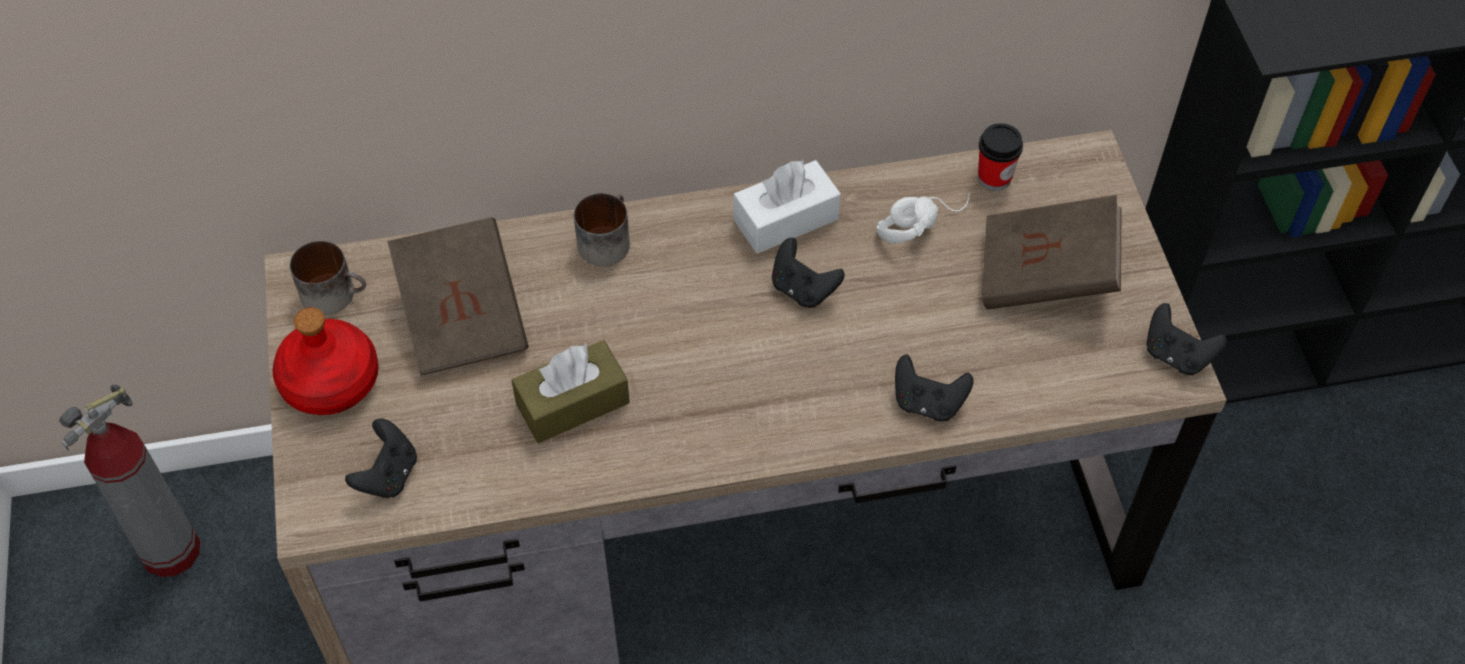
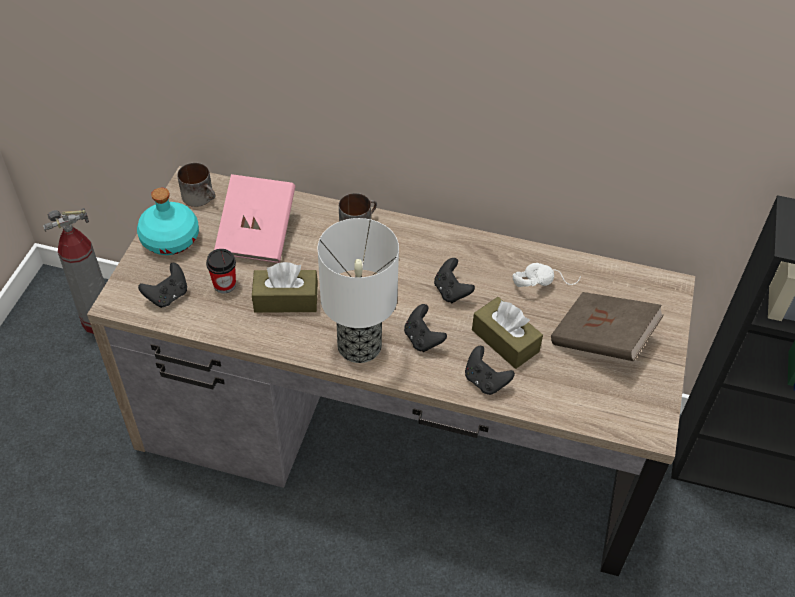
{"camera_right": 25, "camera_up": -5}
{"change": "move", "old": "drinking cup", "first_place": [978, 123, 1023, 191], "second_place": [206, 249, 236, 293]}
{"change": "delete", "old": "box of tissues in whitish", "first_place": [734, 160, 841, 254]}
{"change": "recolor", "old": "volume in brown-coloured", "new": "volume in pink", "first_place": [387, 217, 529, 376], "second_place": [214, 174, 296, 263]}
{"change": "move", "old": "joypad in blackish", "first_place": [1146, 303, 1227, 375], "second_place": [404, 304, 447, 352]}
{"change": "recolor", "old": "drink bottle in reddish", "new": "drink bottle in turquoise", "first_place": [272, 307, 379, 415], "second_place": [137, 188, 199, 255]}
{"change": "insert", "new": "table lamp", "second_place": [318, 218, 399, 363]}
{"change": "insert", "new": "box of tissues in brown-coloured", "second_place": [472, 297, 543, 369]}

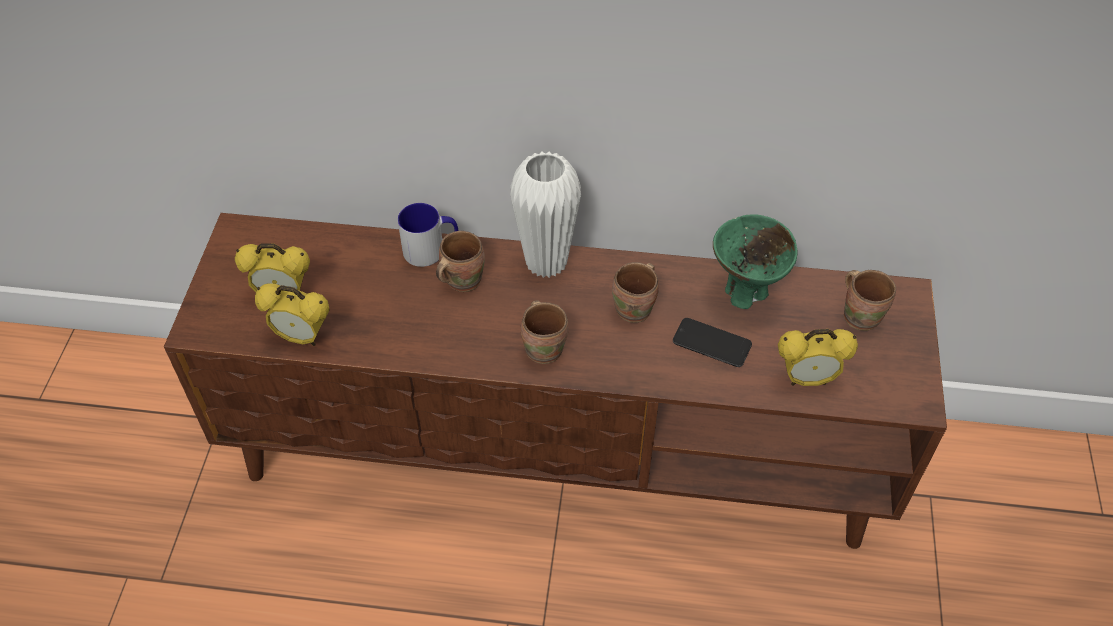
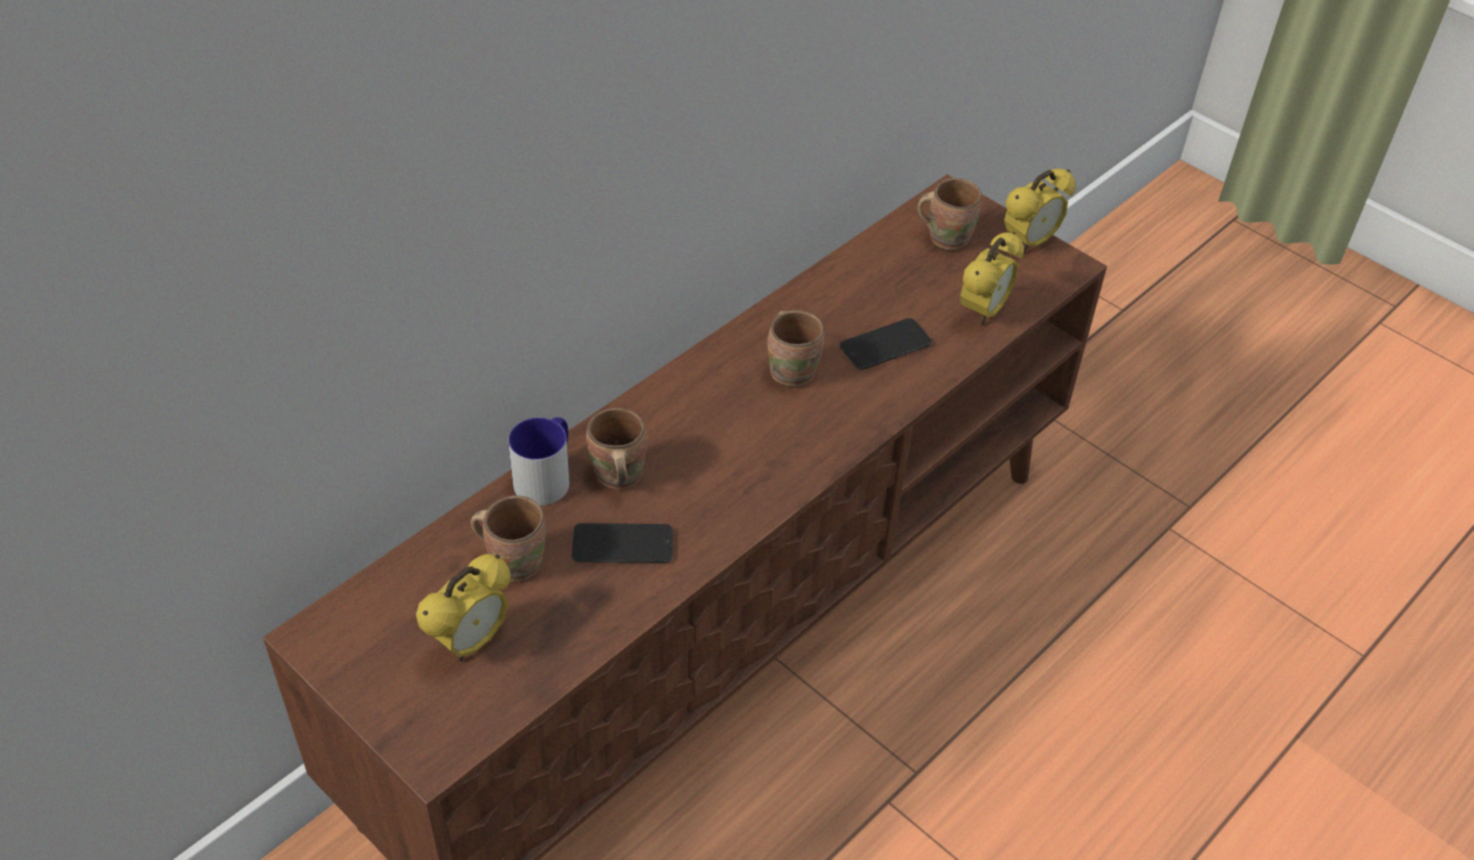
{"camera_right": -55, "camera_up": -5}
{"change": "delete", "old": "flower vase in whitish", "first_place": [510, 151, 581, 278]}
{"change": "delete", "old": "deep dish in green-coloured", "first_place": [713, 214, 798, 309]}
{"change": "move", "old": "table clock", "first_place": [255, 283, 329, 346], "second_place": [1004, 169, 1076, 252]}
{"change": "move", "old": "mug in brown-coloured", "first_place": [521, 300, 569, 364], "second_place": [471, 495, 546, 582]}
{"change": "insert", "new": "phone", "second_place": [572, 523, 673, 563]}

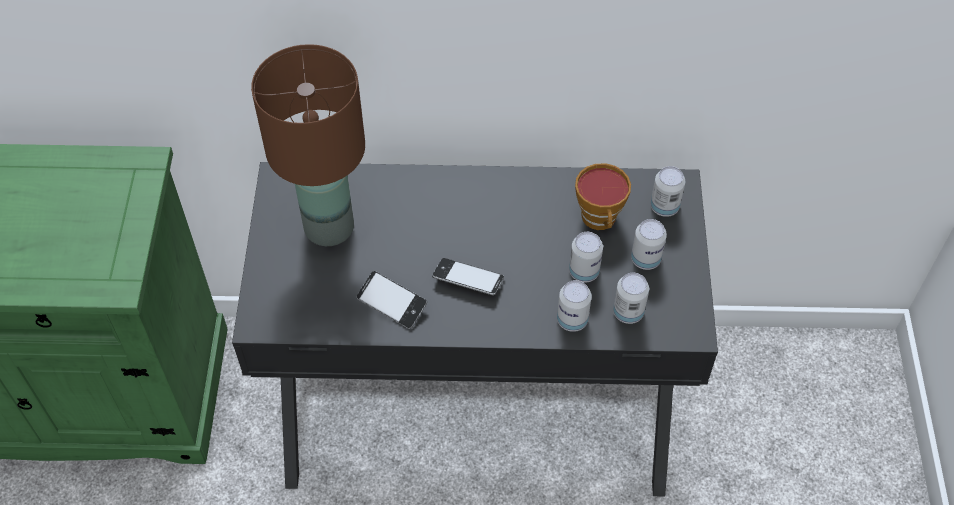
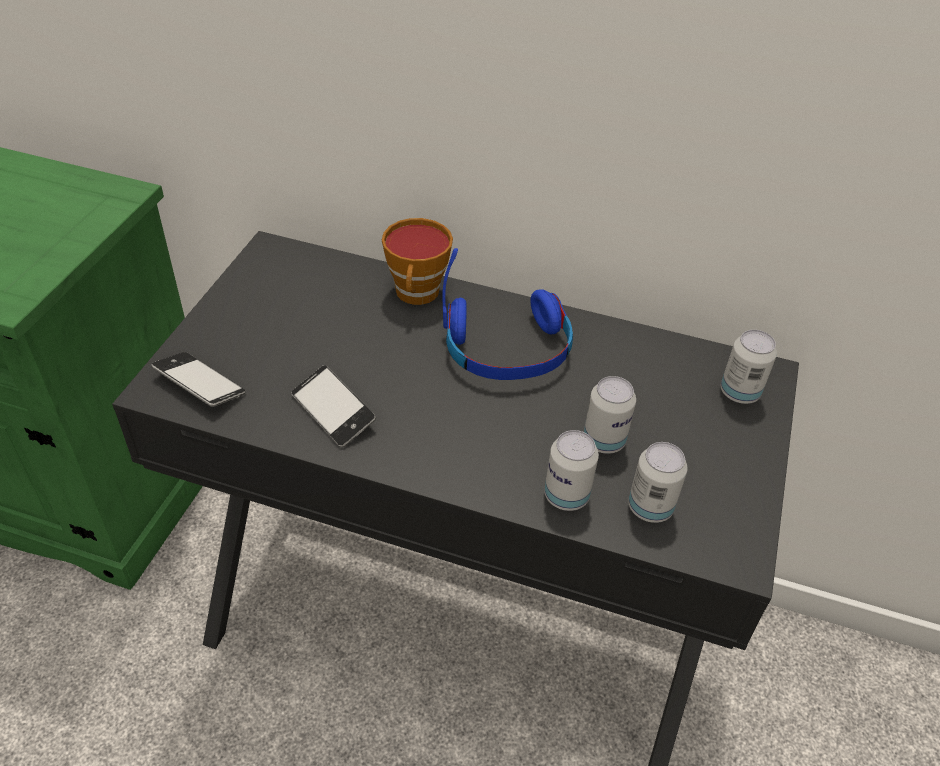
{"camera_right": 15, "camera_up": -10}
{"change": "delete", "old": "table lamp in brown-coloured", "first_place": [251, 44, 365, 246]}
{"change": "move", "old": "drinking cup", "first_place": [575, 163, 631, 230], "second_place": [382, 218, 453, 305]}
{"change": "delete", "old": "metal can", "first_place": [631, 219, 667, 270]}
{"change": "move", "old": "phone", "first_place": [432, 258, 504, 295], "second_place": [151, 352, 245, 407]}
{"change": "insert", "new": "pair of headphones in blue", "second_place": [442, 248, 573, 380]}

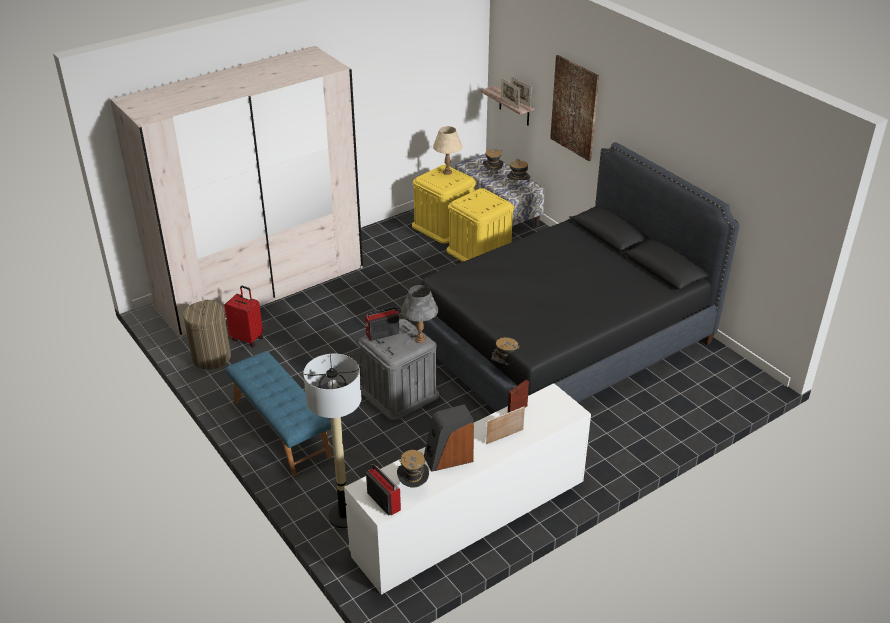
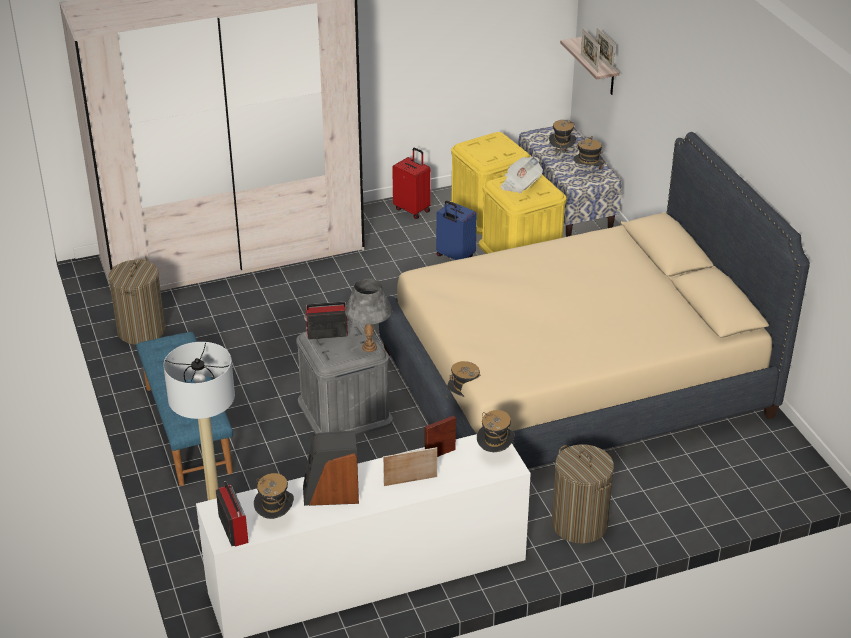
{"camera_right": 15, "camera_up": 0}
{"change": "delete", "old": "wall art", "first_place": [550, 55, 599, 161]}
{"change": "delete", "old": "table lamp in sand-coloured", "first_place": [433, 126, 462, 175]}
{"change": "recolor", "old": "bedroom bed in blackish", "new": "bedroom bed in sand-coloured", "first_place": [406, 142, 740, 412], "second_place": [379, 132, 810, 469]}
{"change": "move", "old": "suitcase in reddish", "first_place": [224, 286, 263, 347], "second_place": [392, 148, 431, 219]}
{"change": "insert", "new": "printed paper", "second_place": [501, 157, 543, 193]}
{"change": "insert", "new": "suitcase in blue", "second_place": [436, 201, 477, 260]}
{"change": "insert", "new": "wearable hat", "second_place": [477, 410, 515, 452]}
{"change": "insert", "new": "washing basket", "second_place": [552, 444, 614, 544]}

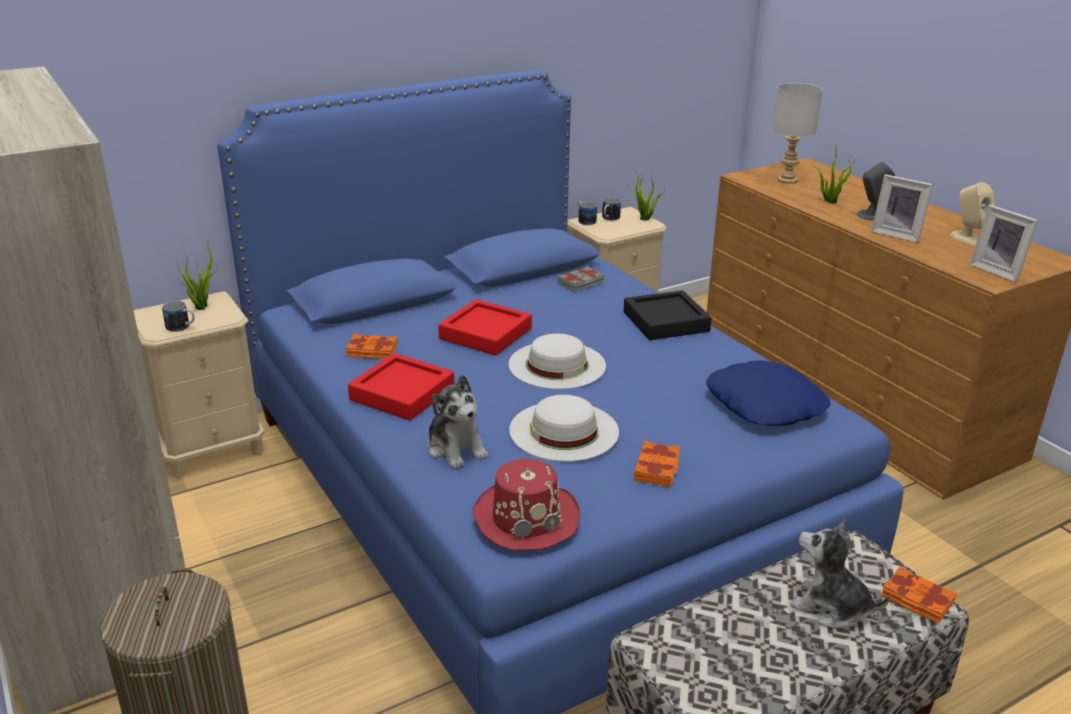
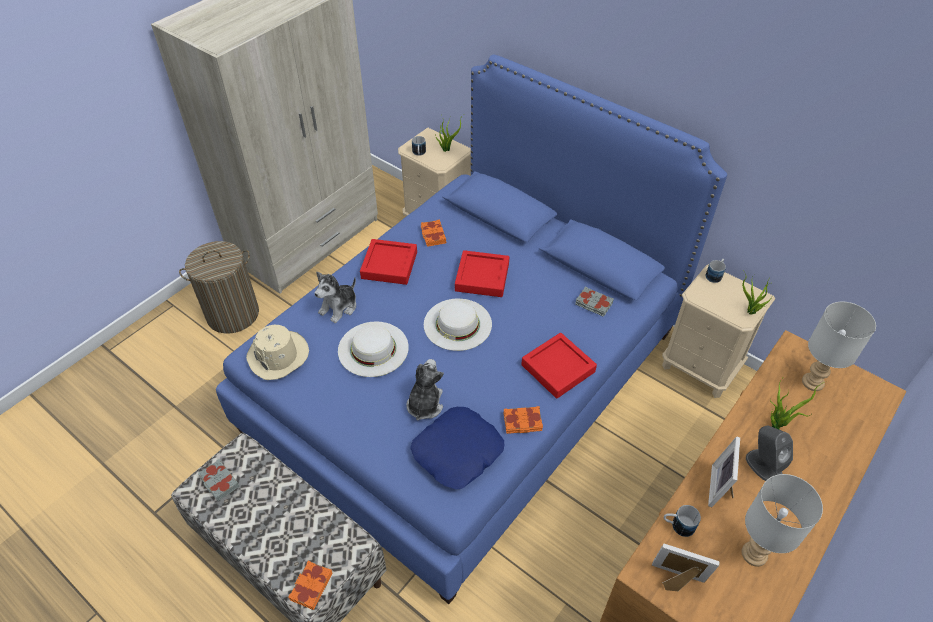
{"camera_right": 70, "camera_up": 20}
{"change": "replace", "old": "speaker in sand-coloured", "new": "table lamp in grey", "first_place": [950, 182, 995, 246], "second_place": [741, 474, 823, 567]}
{"change": "move", "old": "mug", "first_place": [602, 197, 621, 221], "second_place": [664, 505, 701, 537]}
{"change": "rotate", "old": "standing frame", "first_place": [970, 205, 1039, 282], "second_place": [652, 544, 720, 591], "degrees": 75}
{"change": "recolor", "old": "serving tray in blackish", "new": "serving tray in reddish", "first_place": [624, 290, 712, 340], "second_place": [521, 333, 597, 399]}
{"change": "move", "old": "volume in orange", "first_place": [634, 441, 680, 487], "second_place": [504, 406, 543, 434]}
{"change": "recolor", "old": "wearable hat in reddish", "new": "wearable hat in sand-coloured", "first_place": [473, 459, 580, 551], "second_place": [246, 325, 309, 380]}
{"change": "move", "old": "cuddly toy", "first_place": [791, 519, 890, 629], "second_place": [406, 359, 444, 421]}
{"change": "insert", "new": "volume in grey", "second_place": [198, 459, 239, 501]}

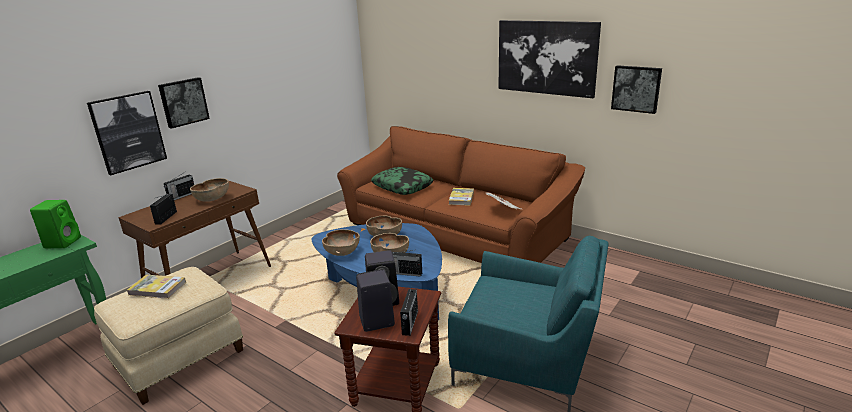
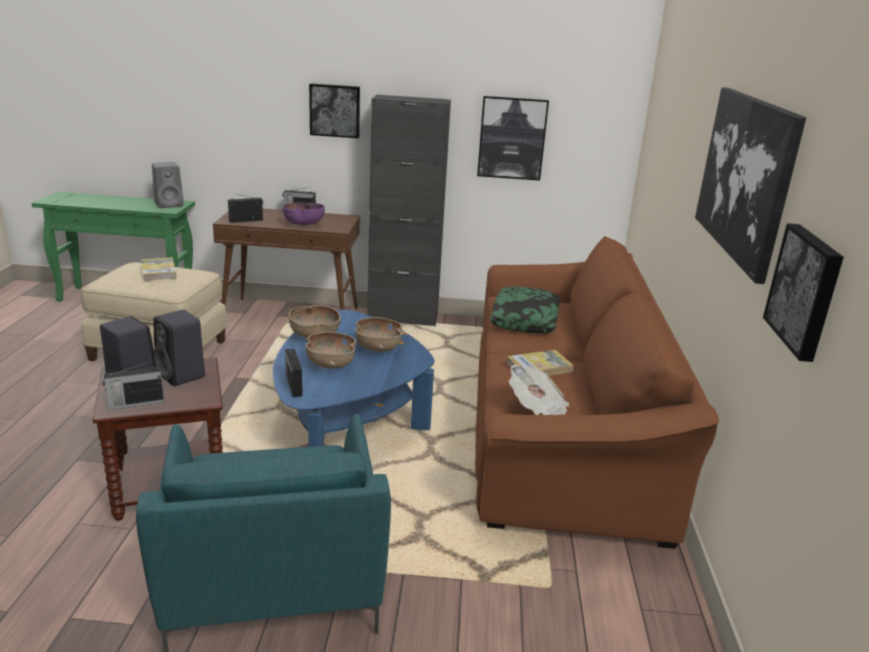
{"camera_right": 55, "camera_up": 0}
{"change": "move", "old": "wall art", "first_place": [87, 91, 167, 175], "second_place": [477, 96, 549, 181]}
{"change": "recolor", "old": "deep dish in brown-coloured", "new": "deep dish in purple-coloured", "first_place": [190, 178, 229, 202], "second_place": [283, 203, 325, 225]}
{"change": "recolor", "old": "speaker in green-coloured", "new": "speaker in grey", "first_place": [30, 200, 81, 248], "second_place": [152, 162, 184, 208]}
{"change": "insert", "new": "cabinet in blackish", "second_place": [367, 95, 451, 326]}

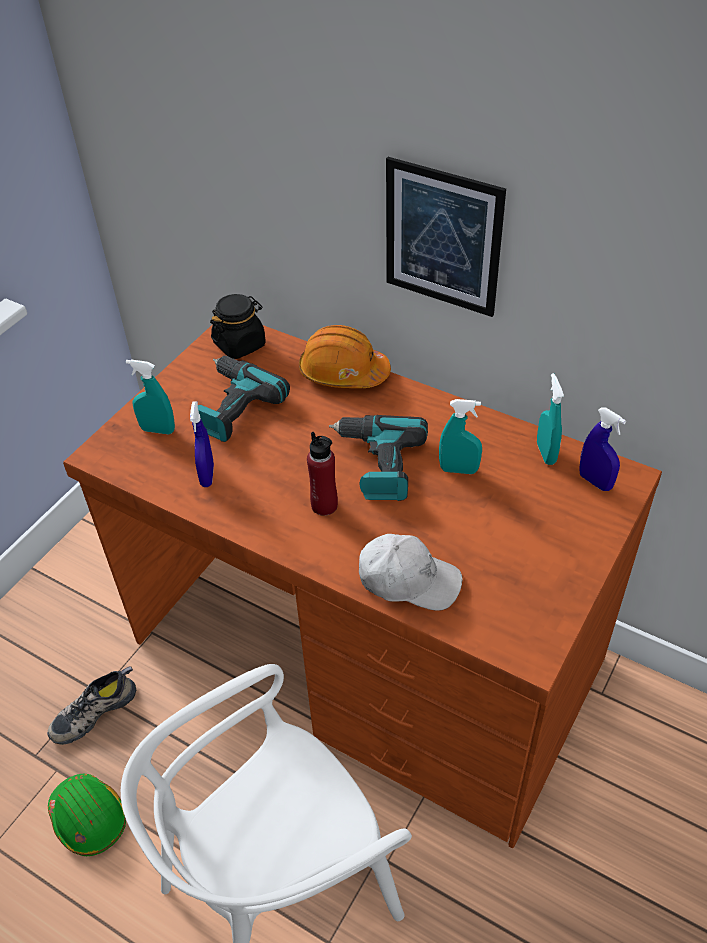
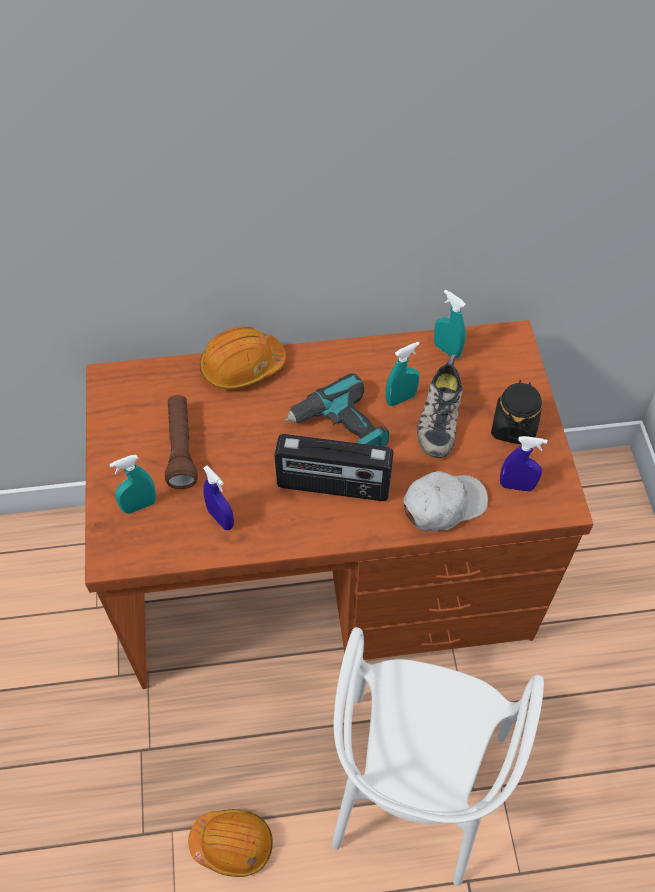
{"camera_right": -40, "camera_up": 10}
{"change": "delete", "old": "wall art", "first_place": [386, 157, 506, 317]}
{"change": "move", "old": "preserve jar in blackish", "first_place": [210, 294, 266, 359], "second_place": [491, 380, 542, 445]}
{"change": "replace", "old": "power drill", "new": "hand torch in brown-coloured", "first_place": [198, 356, 290, 442], "second_place": [165, 395, 198, 489]}
{"change": "move", "old": "spray bottle in blue", "first_place": [579, 407, 626, 491], "second_place": [500, 436, 548, 492]}
{"change": "replace", "old": "drink bottle in reddish", "new": "radio set", "first_place": [307, 432, 338, 516], "second_place": [274, 434, 393, 501]}
{"change": "move", "old": "low shoe", "first_place": [47, 666, 136, 745], "second_place": [417, 354, 463, 458]}
{"change": "recolor", "old": "work helmet in green-coloured", "new": "work helmet in orange", "first_place": [48, 774, 126, 856], "second_place": [188, 809, 273, 877]}

